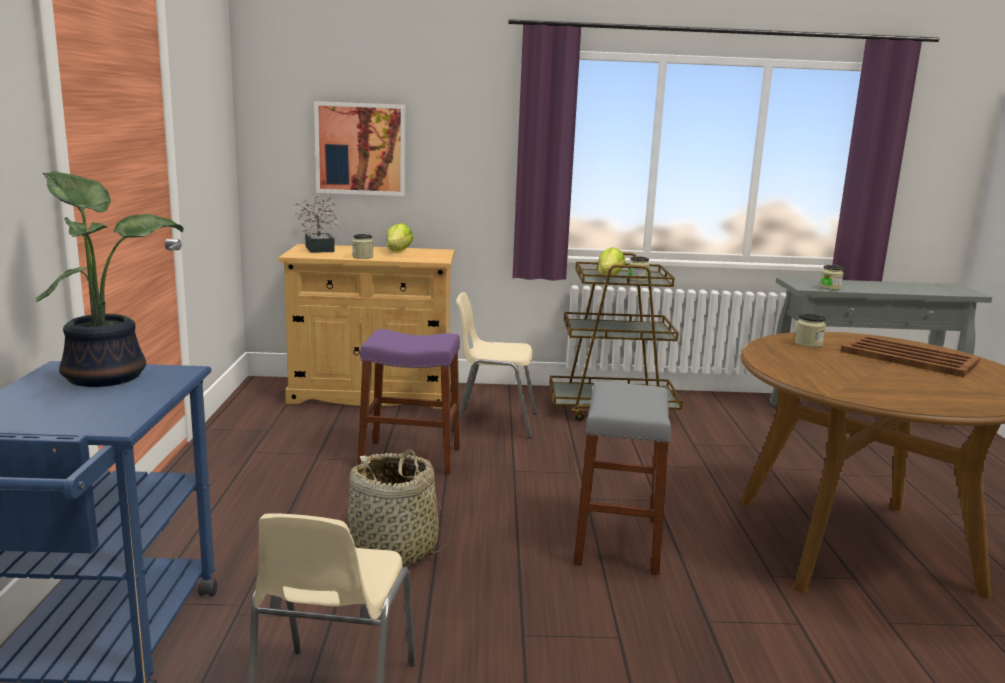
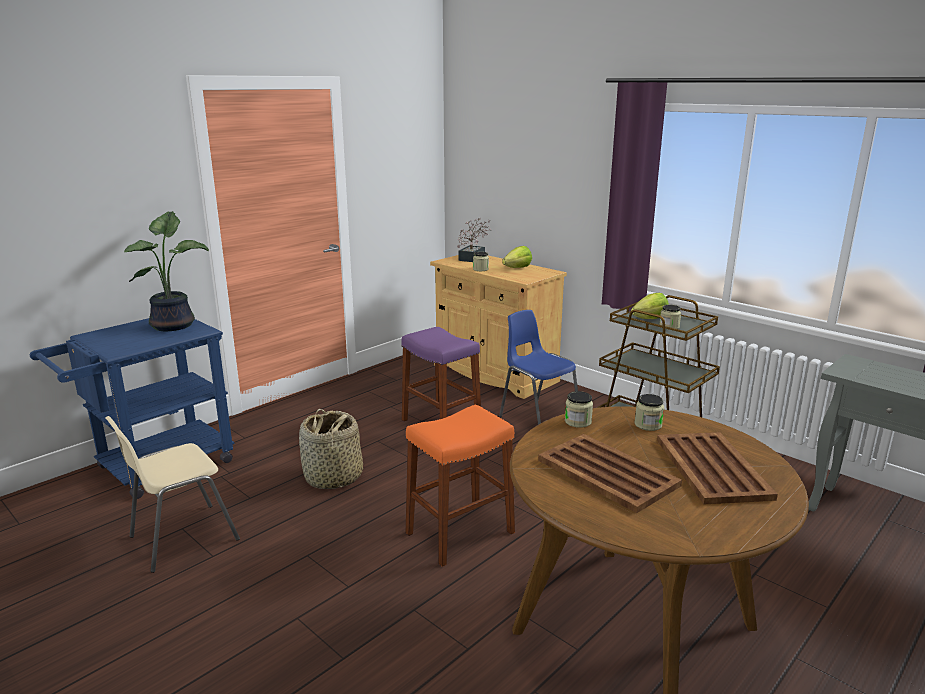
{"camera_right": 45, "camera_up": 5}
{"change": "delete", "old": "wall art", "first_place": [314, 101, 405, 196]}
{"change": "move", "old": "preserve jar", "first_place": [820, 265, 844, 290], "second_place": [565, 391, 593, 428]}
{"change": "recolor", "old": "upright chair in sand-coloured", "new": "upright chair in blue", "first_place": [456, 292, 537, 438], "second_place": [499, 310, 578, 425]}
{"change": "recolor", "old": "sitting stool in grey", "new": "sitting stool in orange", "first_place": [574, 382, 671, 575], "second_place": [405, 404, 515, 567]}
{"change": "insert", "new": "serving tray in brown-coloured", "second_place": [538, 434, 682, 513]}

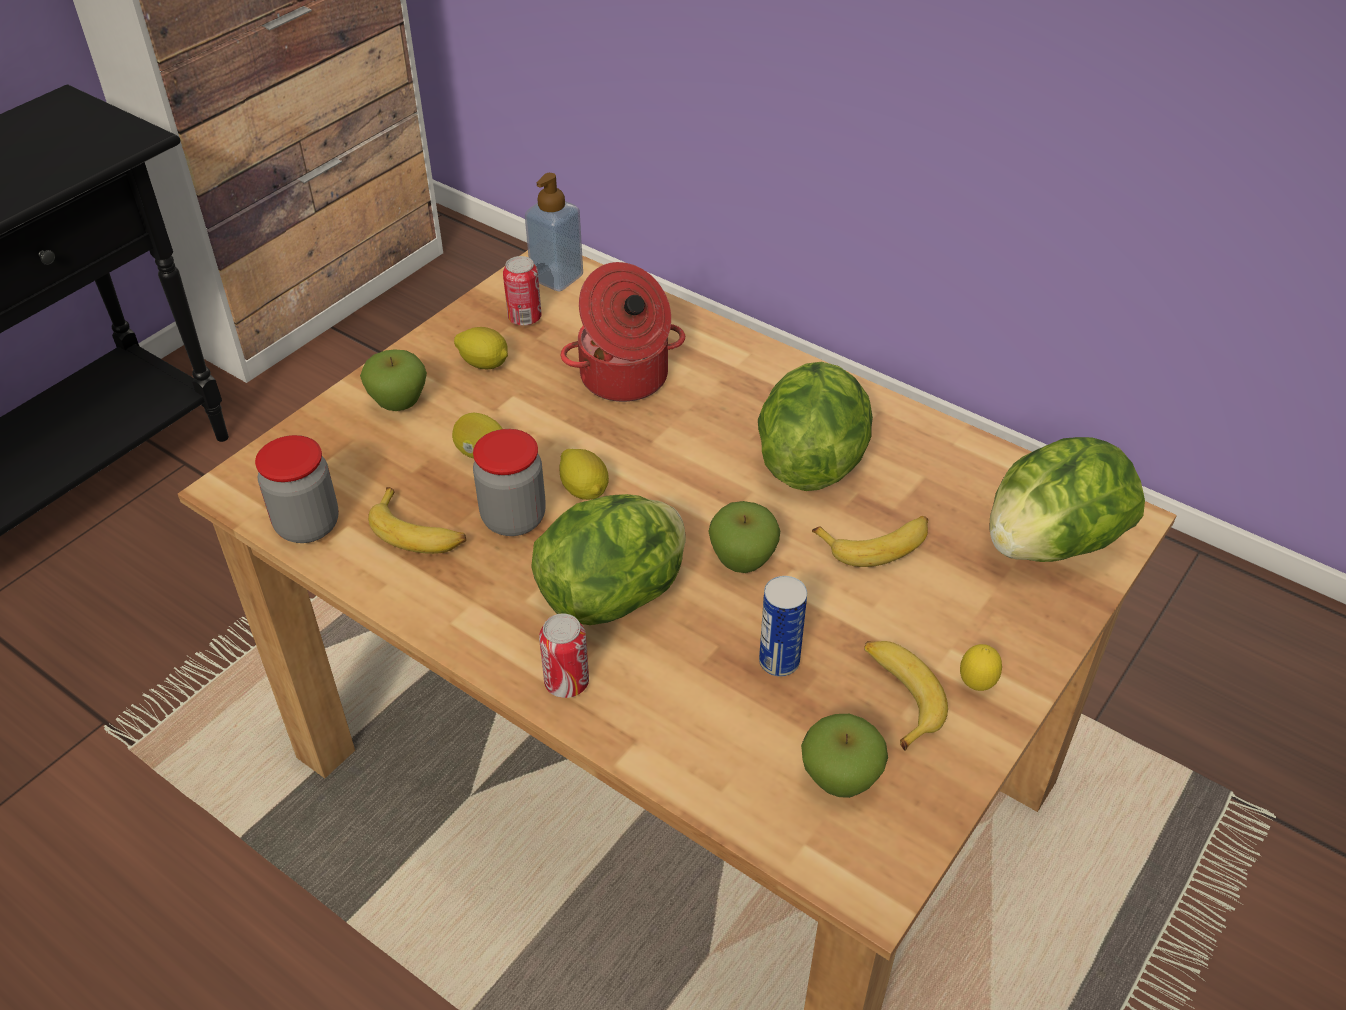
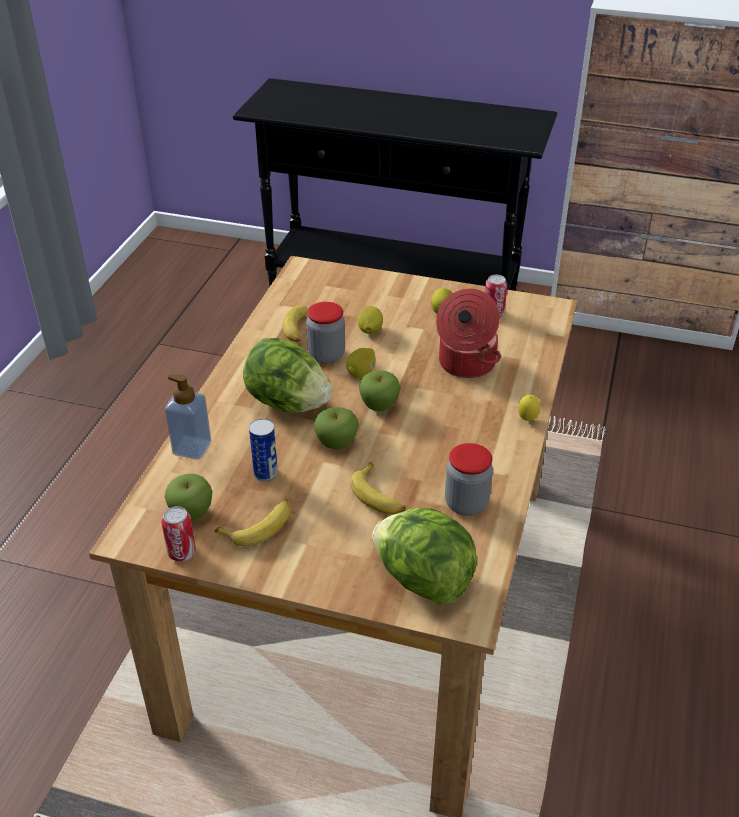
{"camera_right": 70, "camera_up": -5}
{"change": "move", "old": "soap dispenser", "first_place": [525, 173, 583, 292], "second_place": [165, 375, 211, 460]}
{"change": "move", "old": "whole apple", "first_place": [360, 350, 427, 411], "second_place": [359, 370, 401, 411]}
{"change": "delete", "old": "lettuce head", "first_place": [758, 362, 873, 491]}
{"change": "move", "old": "preserve jar", "first_place": [255, 435, 339, 543], "second_place": [445, 443, 493, 516]}
{"change": "move", "old": "metal can", "first_place": [539, 613, 589, 698], "second_place": [161, 506, 196, 561]}
{"change": "move", "old": "whole lemon", "first_place": [960, 644, 1002, 691], "second_place": [518, 395, 540, 421]}

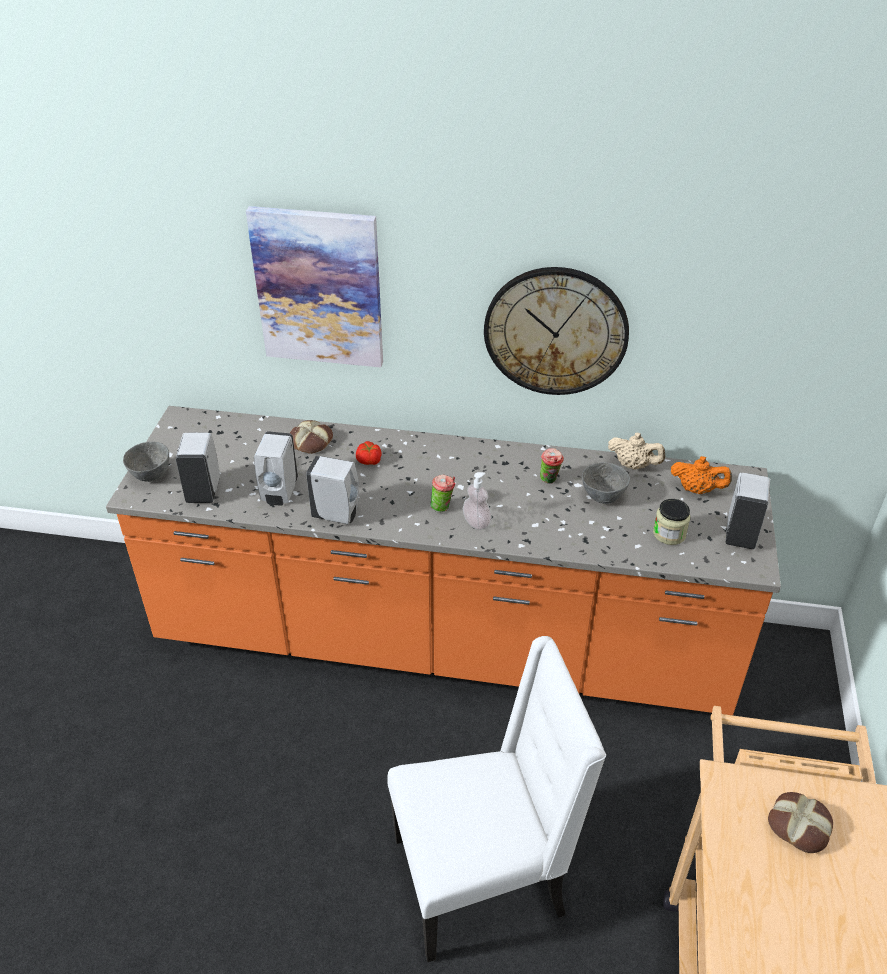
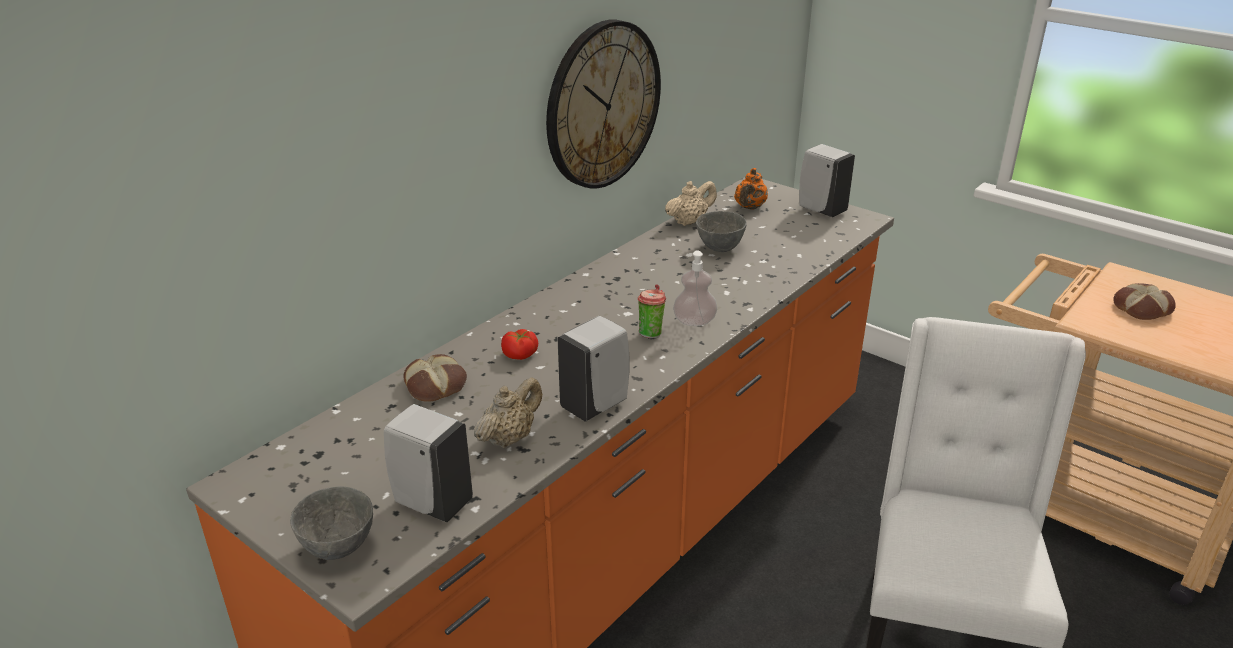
{"camera_right": -60, "camera_up": -10}
{"change": "delete", "old": "wall art", "first_place": [246, 206, 383, 367]}
{"change": "replace", "old": "soap dispenser in whitish", "new": "tea pot in sand-coloured", "first_place": [254, 431, 298, 505], "second_place": [474, 377, 542, 448]}
{"change": "delete", "old": "drinking cup", "first_place": [540, 448, 564, 484]}
{"change": "rotate", "old": "tea pot in orange", "first_place": [671, 456, 732, 494], "second_place": [734, 168, 768, 210], "degrees": 150}
{"change": "delete", "old": "preserve jar", "first_place": [653, 499, 690, 545]}

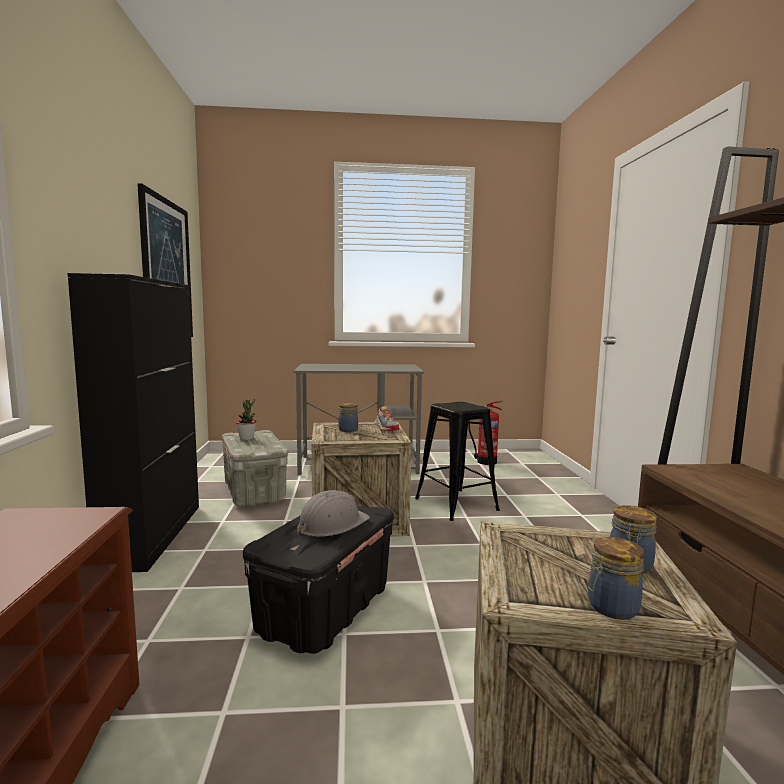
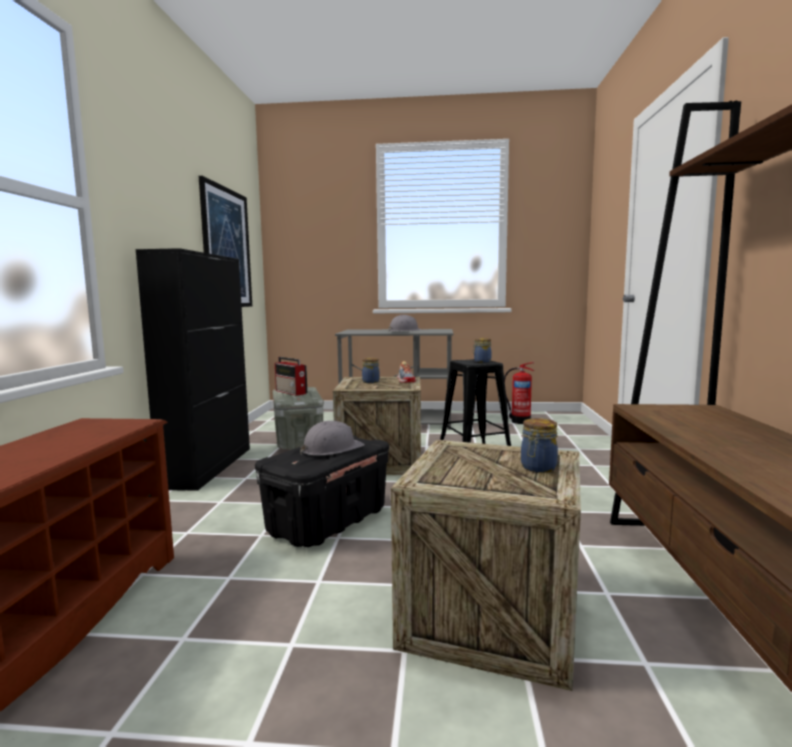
{"camera_right": 10, "camera_up": 0}
{"change": "replace", "old": "houseplant", "new": "radio set", "first_place": [235, 399, 257, 440], "second_place": [275, 357, 307, 396]}
{"change": "move", "old": "preserve jar", "first_place": [587, 537, 644, 620], "second_place": [472, 338, 492, 363]}
{"change": "insert", "new": "work helmet in grey", "second_place": [388, 315, 423, 332]}

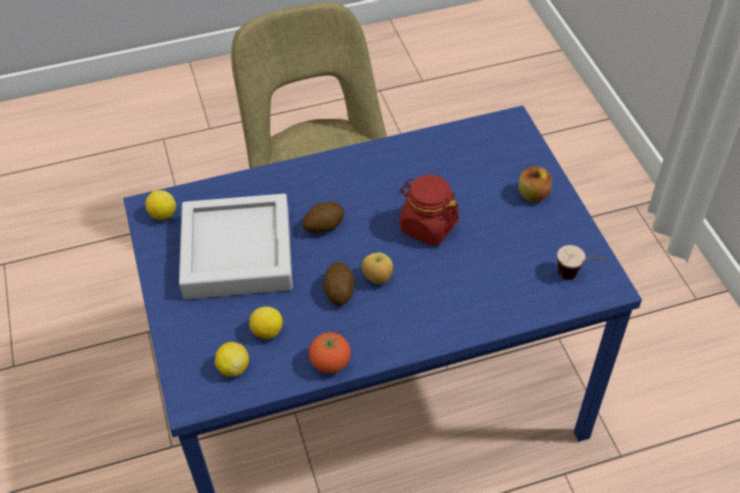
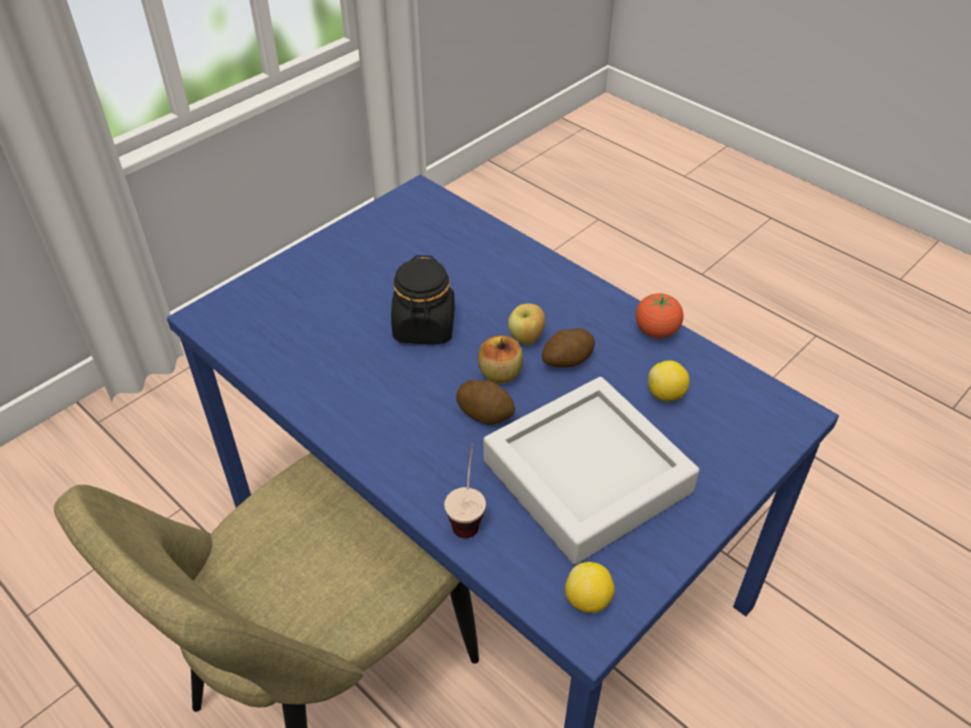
{"camera_right": -120, "camera_up": -5}
{"change": "move", "old": "whole apple", "first_place": [518, 166, 552, 202], "second_place": [478, 335, 523, 384]}
{"change": "recolor", "old": "preserve jar in reddish", "new": "preserve jar in blackish", "first_place": [399, 175, 459, 246], "second_place": [391, 255, 455, 344]}
{"change": "move", "old": "drinking cup", "first_place": [557, 245, 608, 280], "second_place": [444, 444, 486, 538]}
{"change": "delete", "old": "whole lemon", "first_place": [215, 342, 249, 377]}

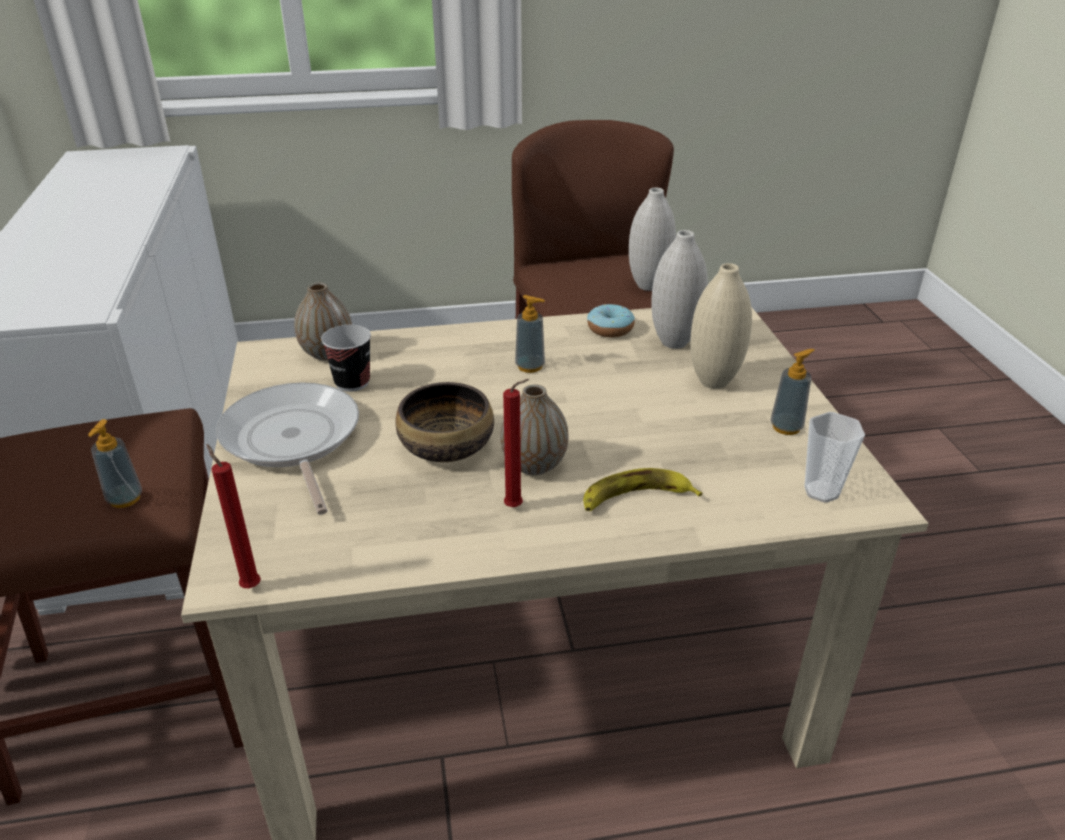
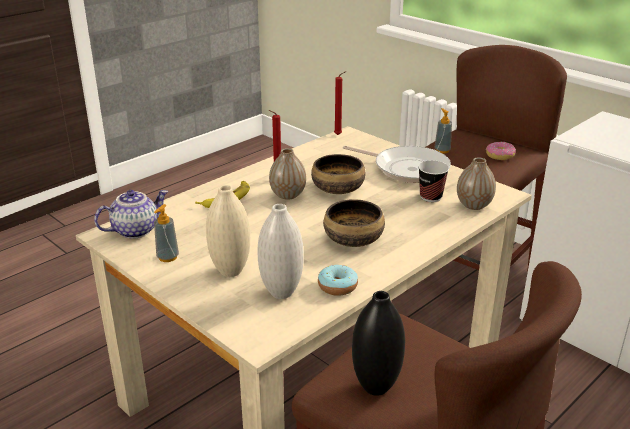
{"camera_right": 145, "camera_up": -5}
{"change": "recolor", "old": "flower vase in whitish", "new": "flower vase in blackish", "first_place": [629, 188, 676, 291], "second_place": [352, 291, 405, 396]}
{"change": "replace", "old": "soap dispenser", "new": "deep dish", "first_place": [515, 295, 545, 373], "second_place": [323, 199, 385, 247]}
{"change": "replace", "old": "drinking cup", "new": "tea pot", "first_place": [804, 412, 865, 503], "second_place": [94, 190, 169, 239]}
{"change": "insert", "new": "doughnut", "second_place": [486, 142, 516, 160]}

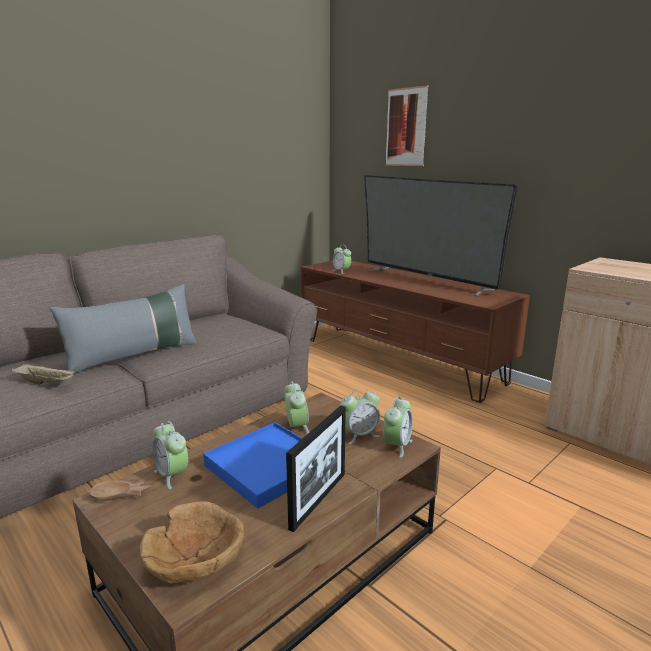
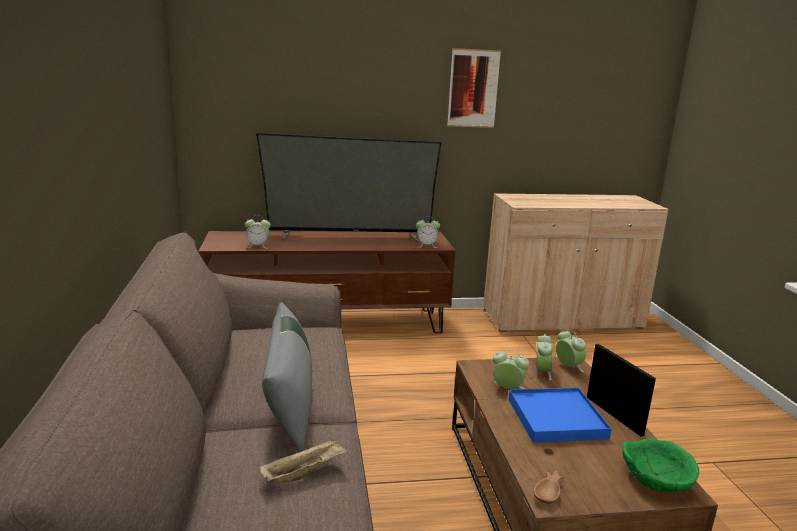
{"camera_right": -55, "camera_up": 0}
{"change": "move", "old": "wall art", "first_place": [385, 85, 429, 166], "second_place": [447, 48, 501, 128]}
{"change": "move", "old": "table clock", "first_place": [152, 421, 188, 489], "second_place": [416, 216, 440, 248]}
{"change": "recolor", "old": "deep dish in brown-coloured", "new": "deep dish in green-coloured", "first_place": [140, 501, 244, 583], "second_place": [622, 438, 699, 492]}

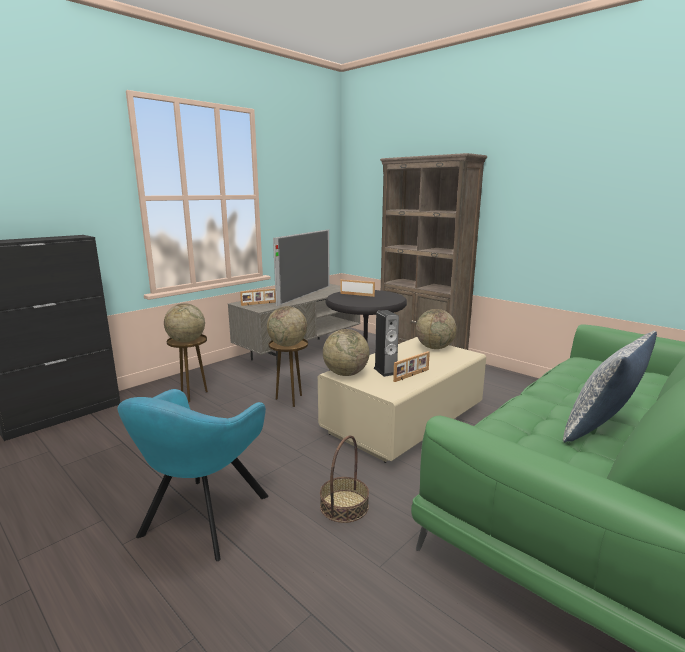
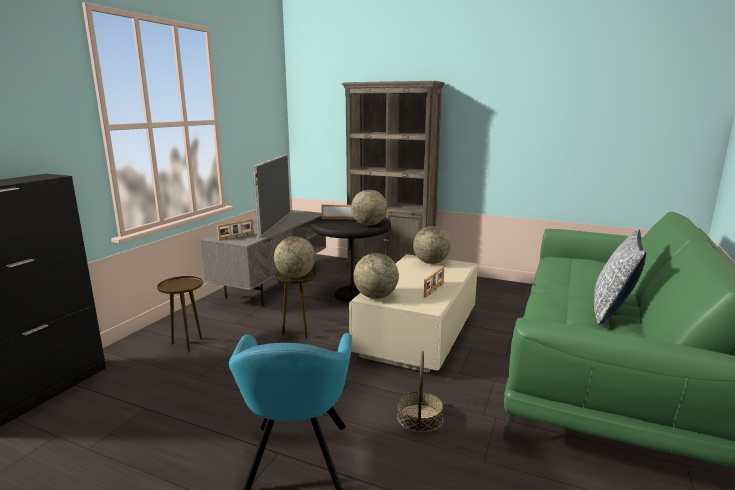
{"camera_right": -20, "camera_up": 0}
{"change": "move", "old": "globe", "first_place": [164, 303, 205, 343], "second_place": [351, 190, 387, 226]}
{"change": "delete", "old": "speaker", "first_place": [374, 310, 399, 377]}

